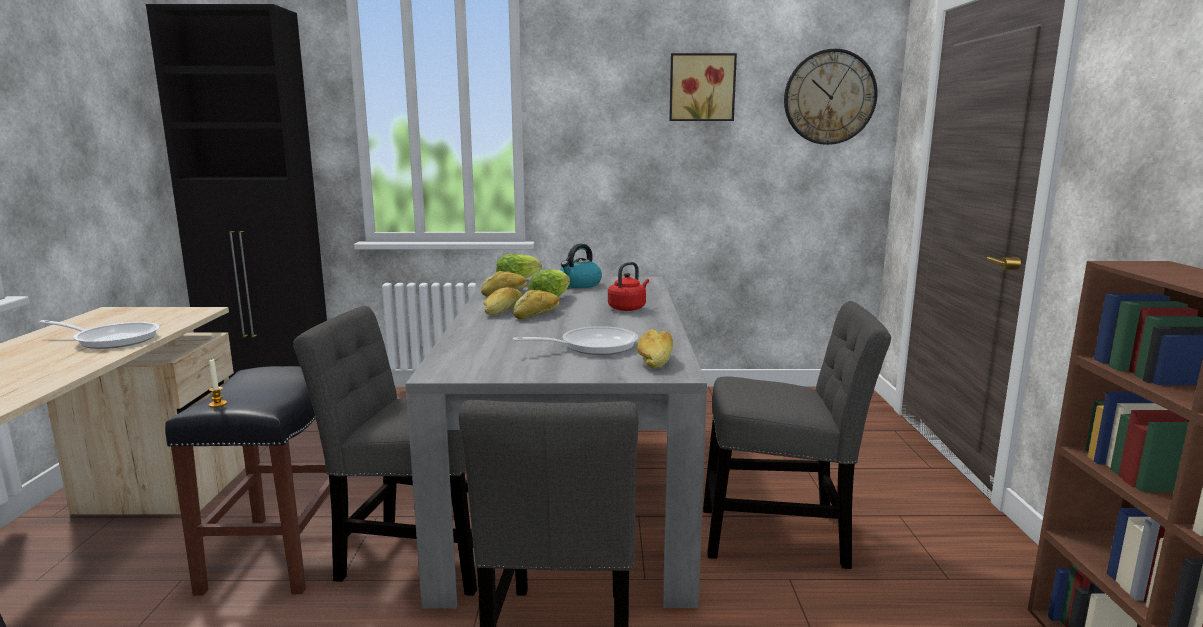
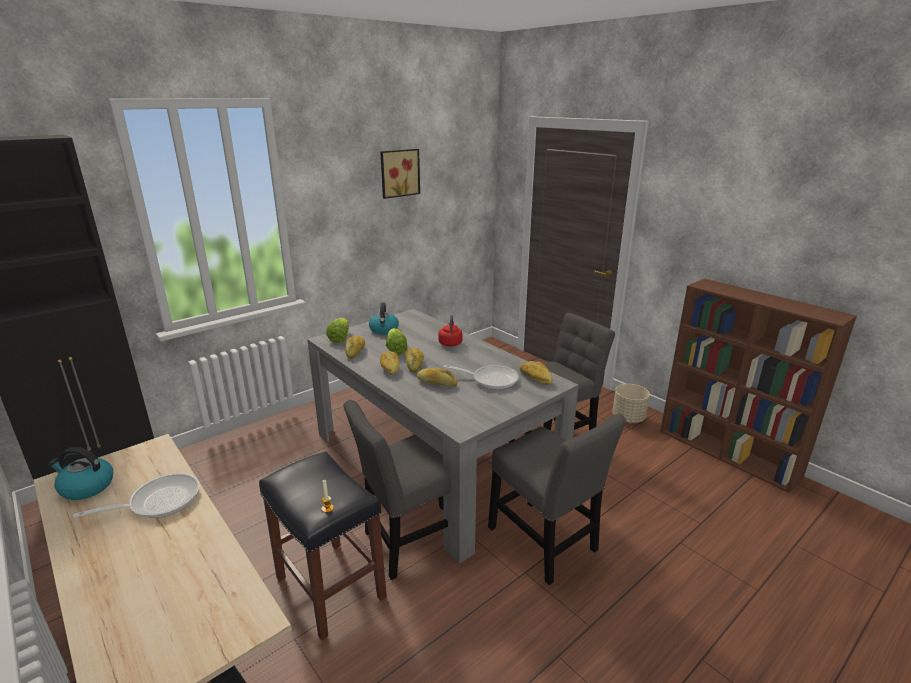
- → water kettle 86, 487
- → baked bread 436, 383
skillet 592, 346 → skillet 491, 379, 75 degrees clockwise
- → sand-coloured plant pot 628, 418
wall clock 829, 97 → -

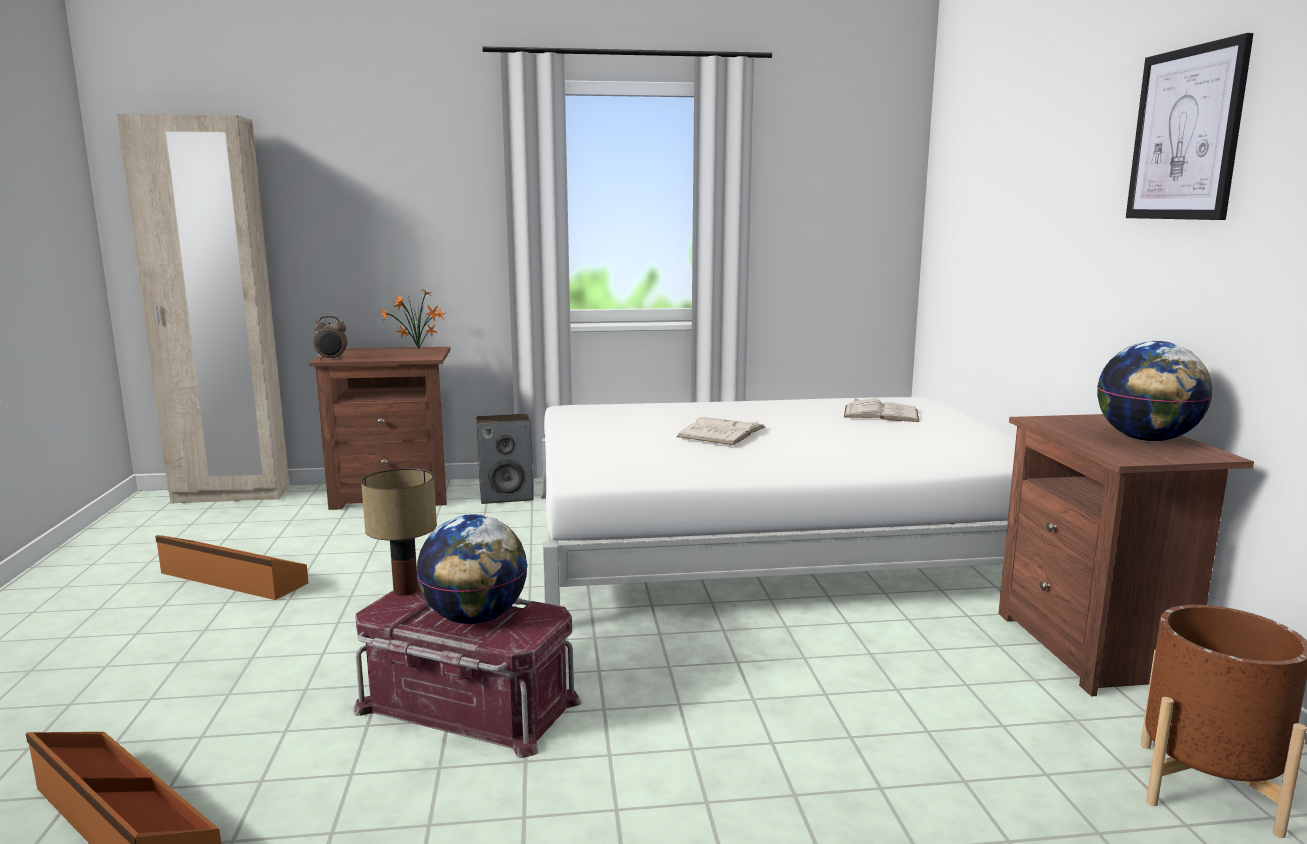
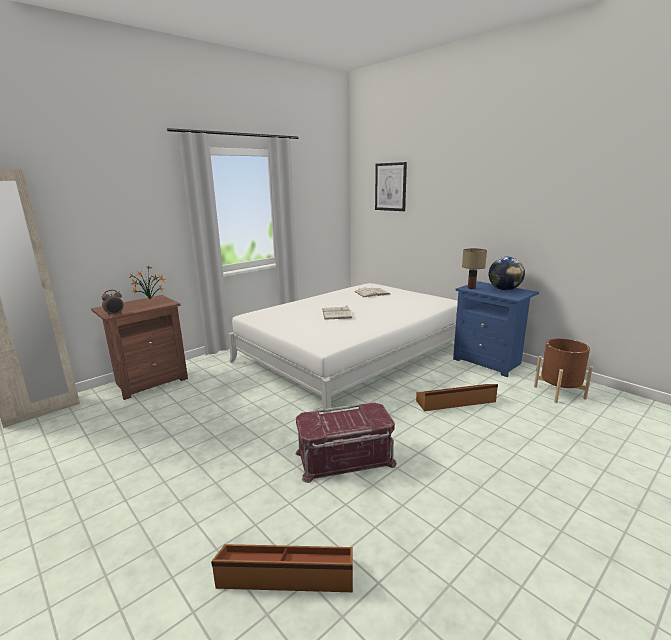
wall picture 1186, 134 → wall picture 390, 187, moved
brown-coloured storage box 231, 579 → brown-coloured storage box 456, 402, moved
brown-coloured bedside table 1095, 648 → blue-coloured bedside table 489, 362
lamp for a table 406, 590 → lamp for a table 471, 288, moved
world globe 474, 618 → -
speaker 507, 496 → -

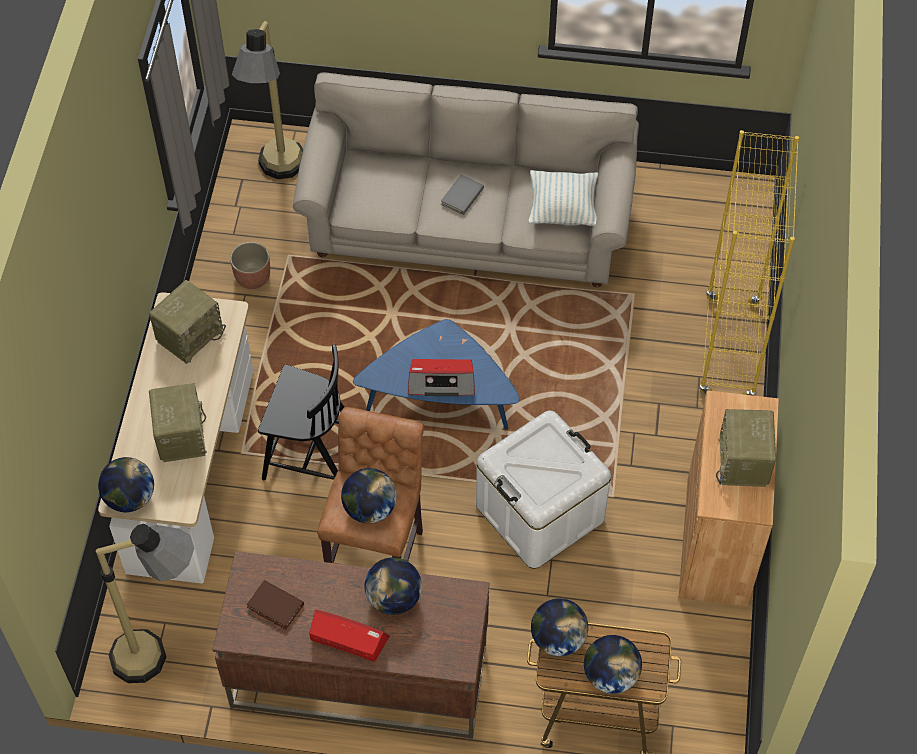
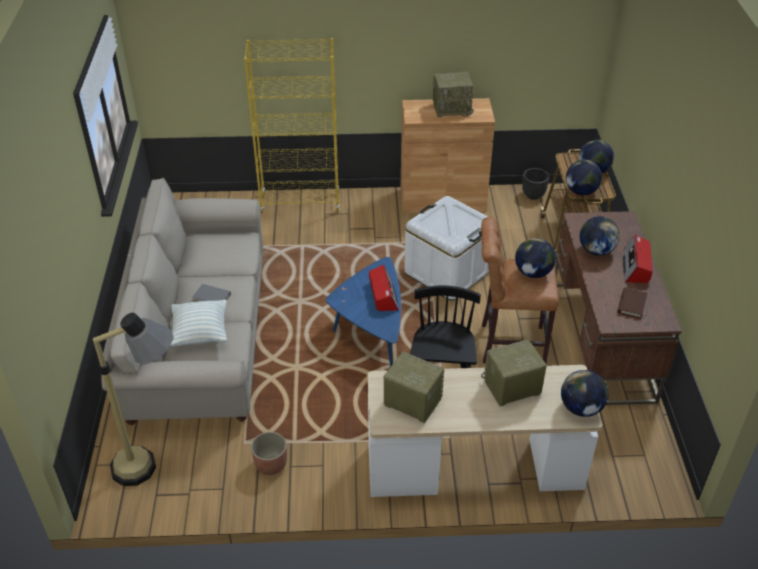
throw pillow 562, 210 → throw pillow 200, 334, moved
- → black plant pot 533, 195
floor lamp 164, 656 → -

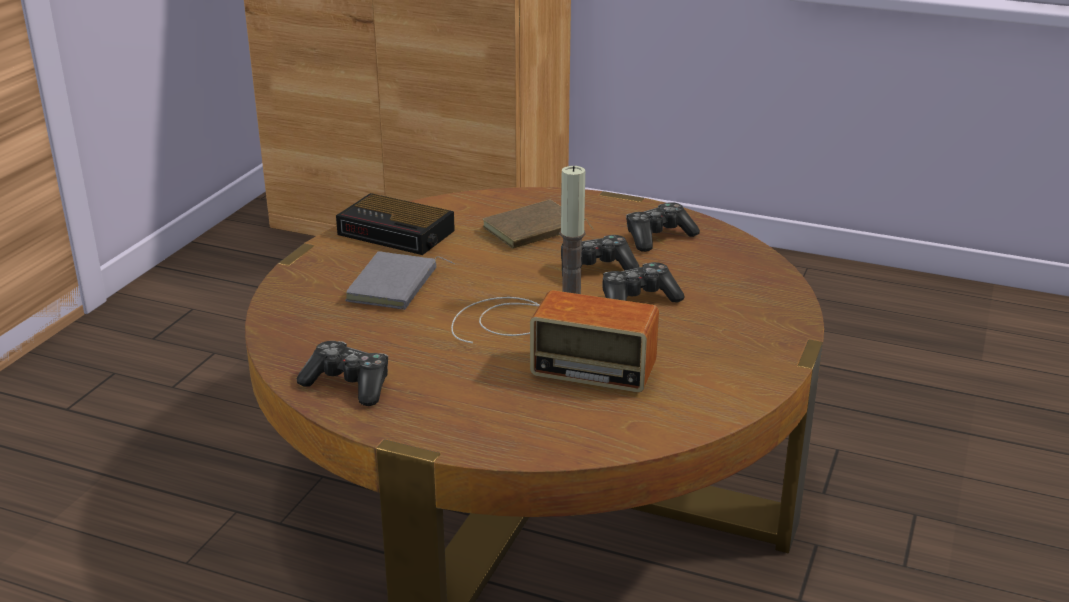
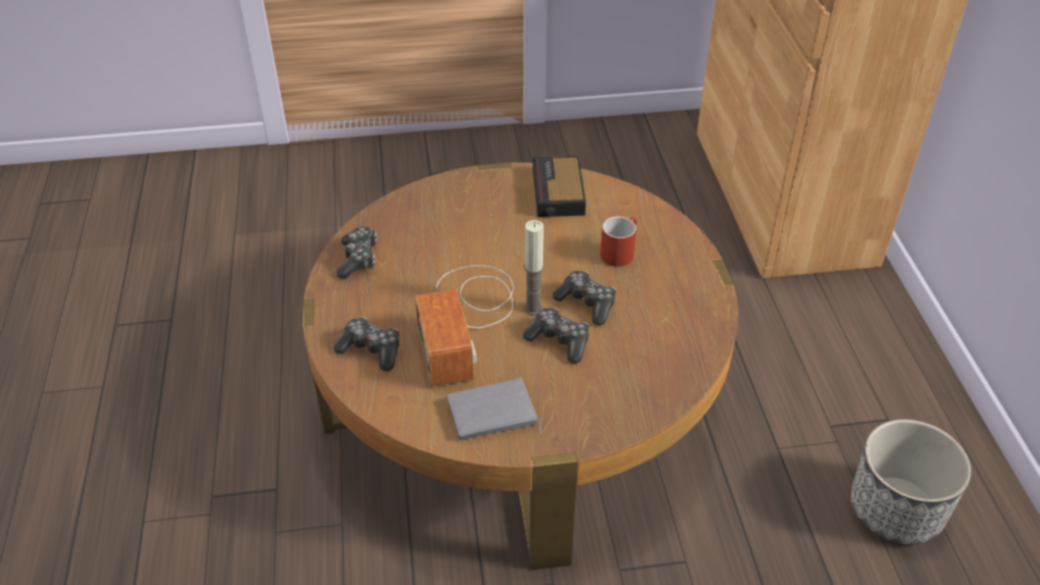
joypad 658, 237 → joypad 371, 350, moved
grey bound book 395, 286 → grey bound book 492, 415, moved
brown-coloured bound book 534, 231 → red tea mug 619, 251
- → plant pot 896, 509

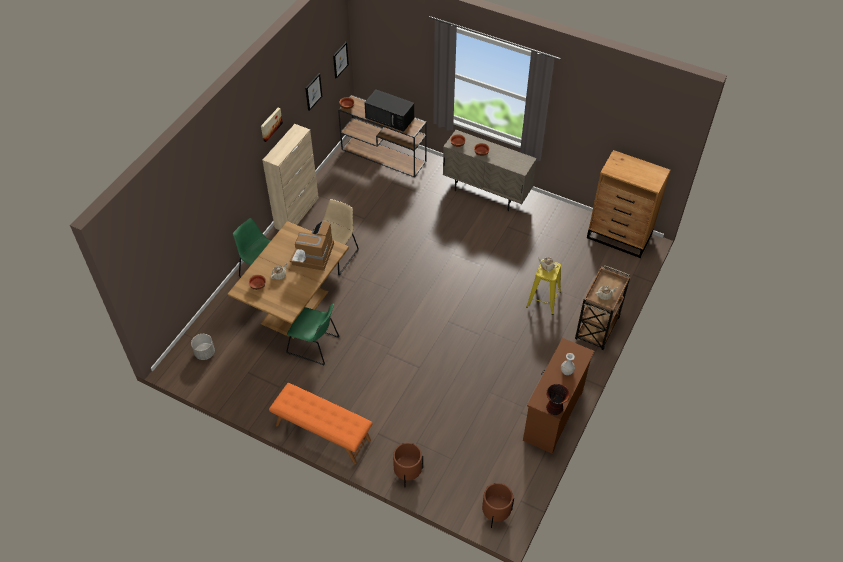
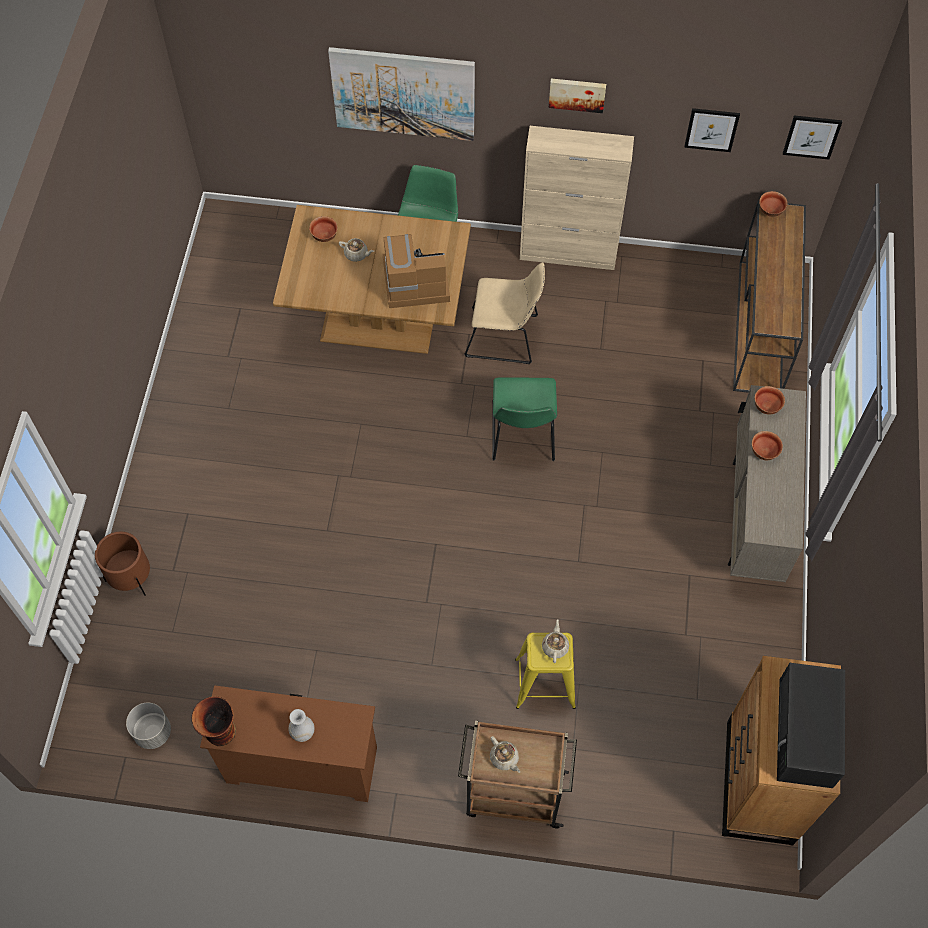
grey plant pot 205, 353 → grey plant pot 153, 732, moved
- → wall picture 403, 93
green-coloured plain chair 315, 346 → green-coloured plain chair 523, 435, moved
black microwave oven 390, 118 → black microwave oven 806, 734, moved
orange indoor bench 322, 433 → -
brown-coloured plant pot 496, 513 → -

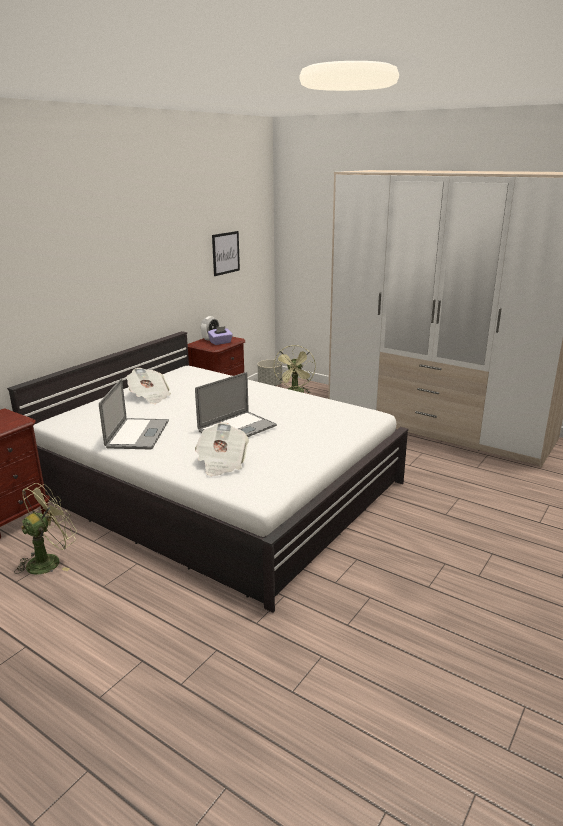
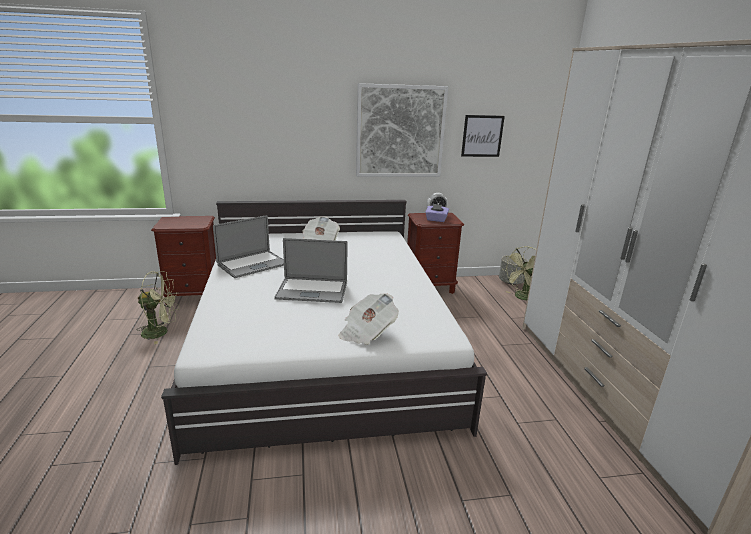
printed paper 221, 463 → printed paper 367, 332, moved
- → wall picture 400, 131

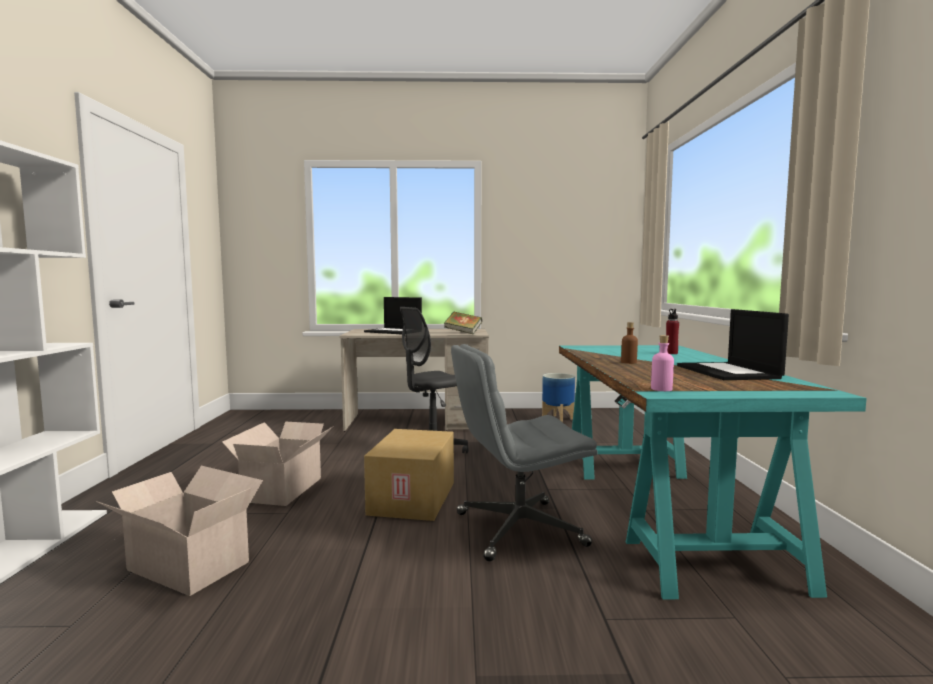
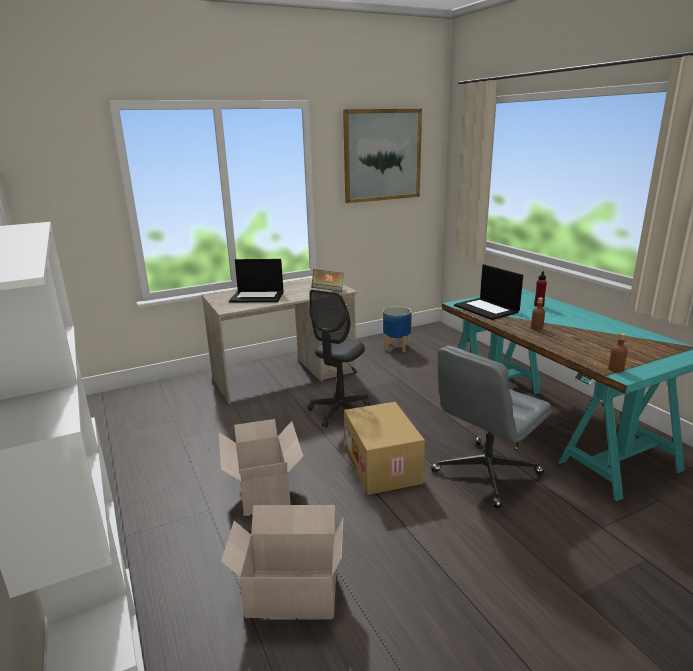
- → wall picture 382, 155
portable computer 728, 372 → portable computer 487, 309, moved
pink-coloured beverage bottle 661, 389 → brown-coloured beverage bottle 615, 369

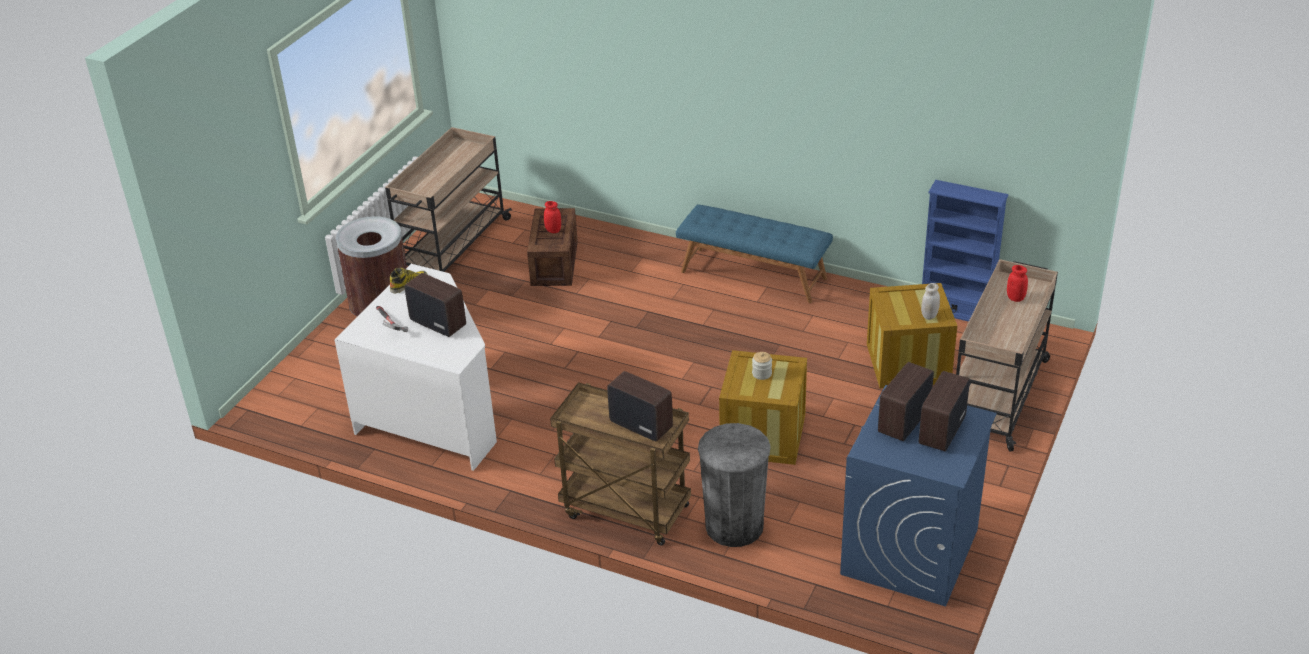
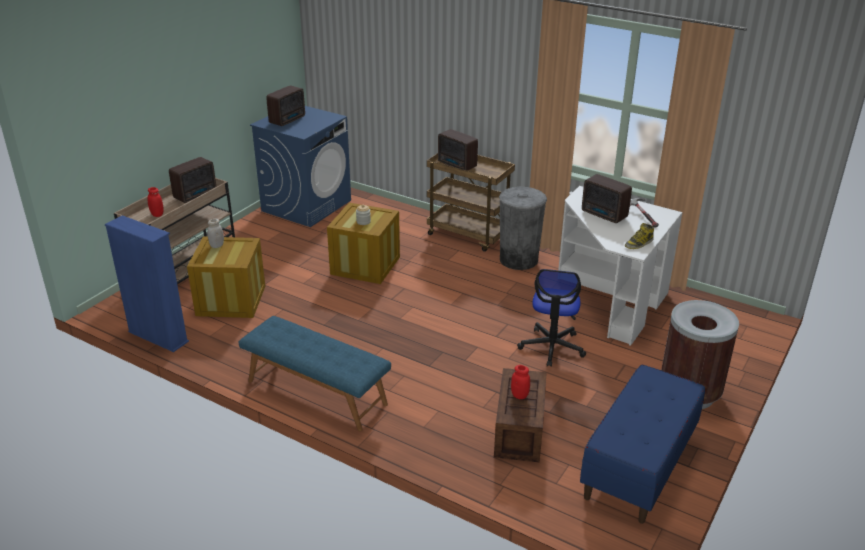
radio 902, 422 → radio 196, 195, moved
grey waste bin 734, 526 → grey waste bin 518, 259, moved
- → desk chair 552, 347
sand-coloured trolley 452, 247 → blue-coloured indoor bench 639, 466

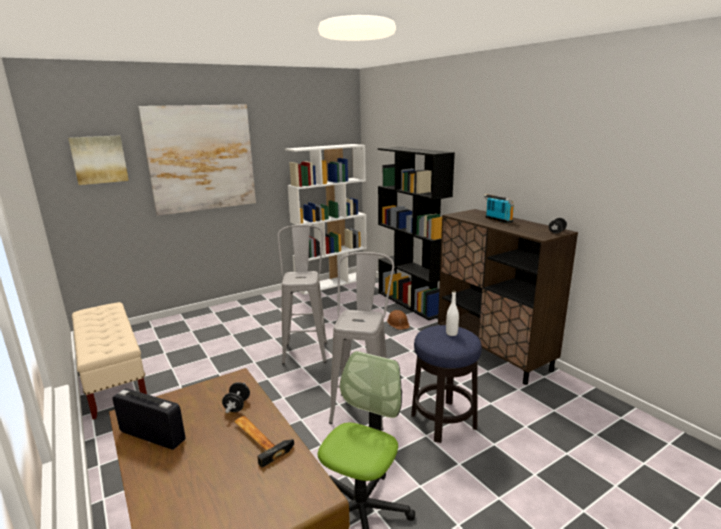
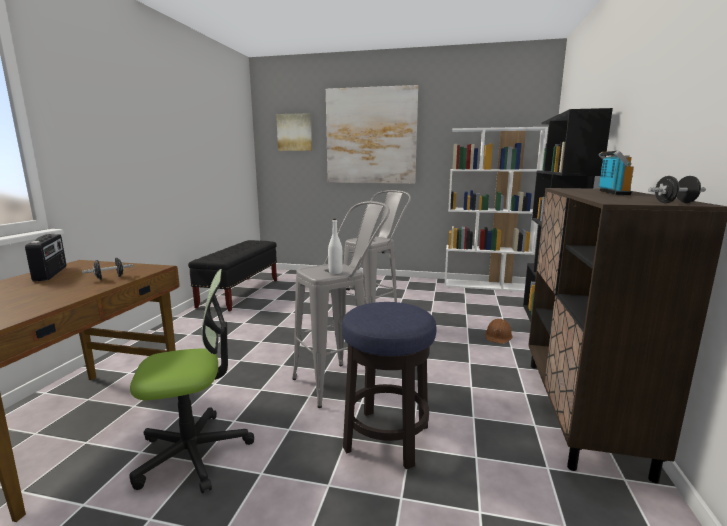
sand-coloured indoor bench 113, 379 → black indoor bench 240, 293
white-coloured beverage bottle 451, 333 → white-coloured beverage bottle 335, 272, moved
tool hammer 259, 438 → -

